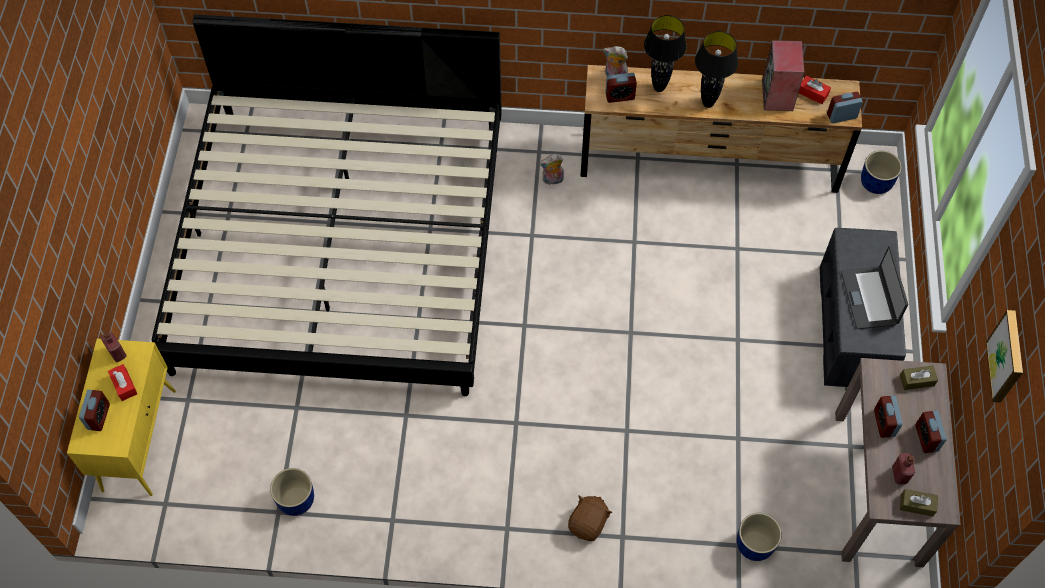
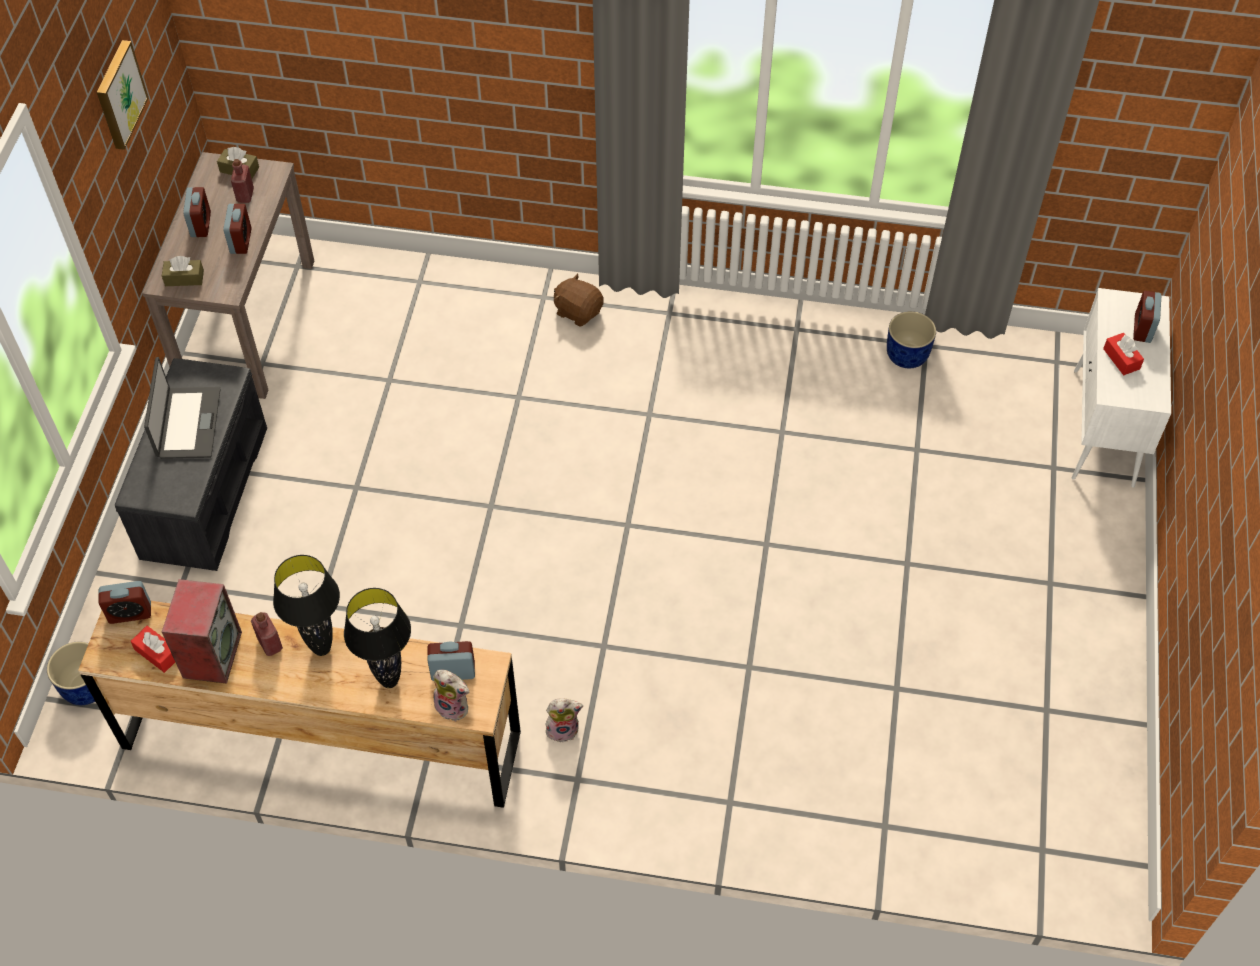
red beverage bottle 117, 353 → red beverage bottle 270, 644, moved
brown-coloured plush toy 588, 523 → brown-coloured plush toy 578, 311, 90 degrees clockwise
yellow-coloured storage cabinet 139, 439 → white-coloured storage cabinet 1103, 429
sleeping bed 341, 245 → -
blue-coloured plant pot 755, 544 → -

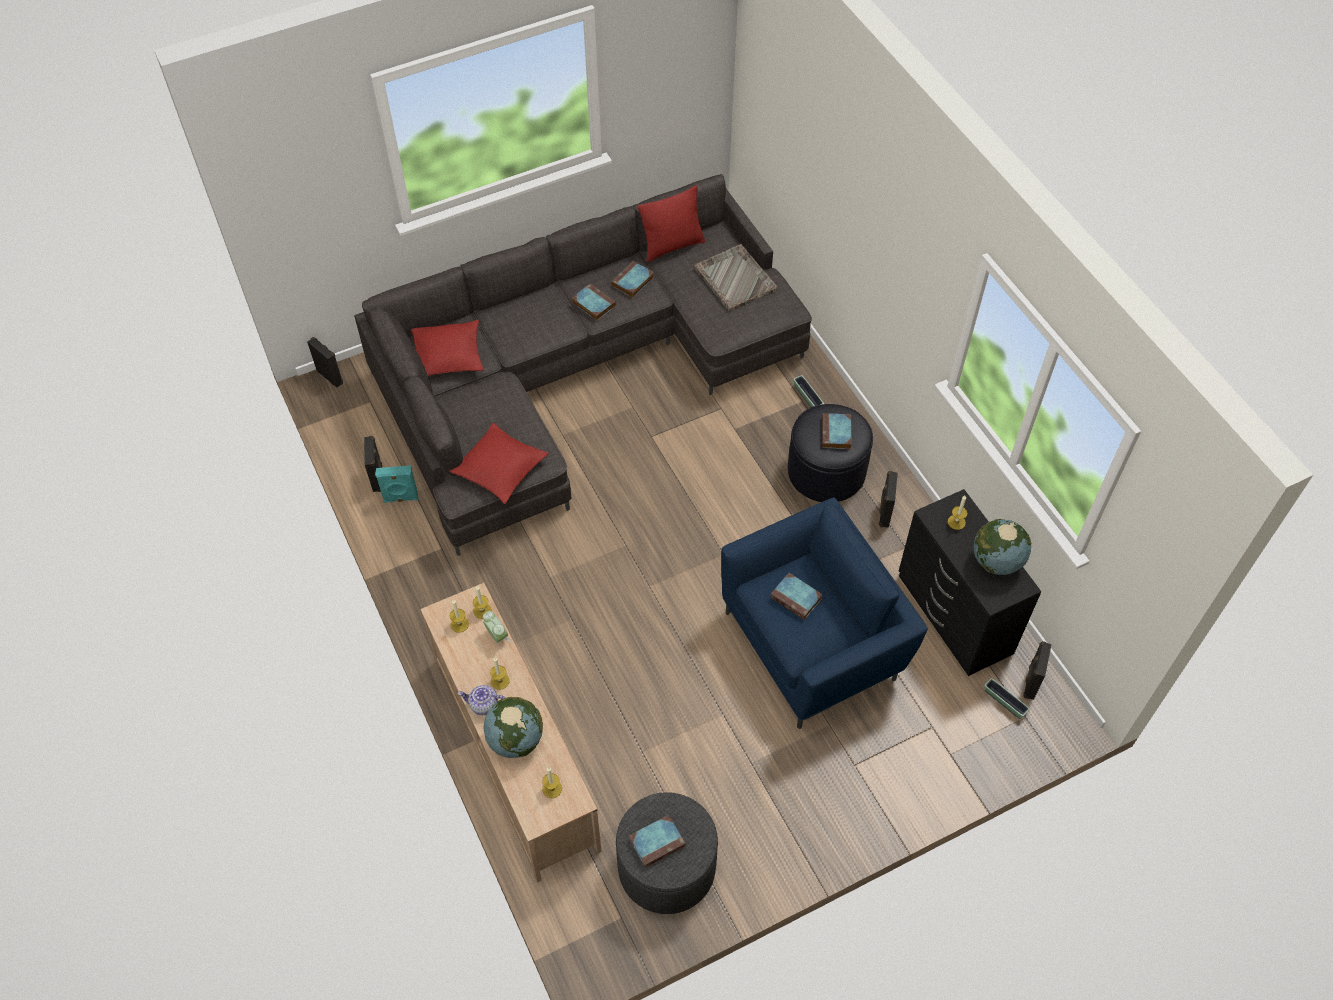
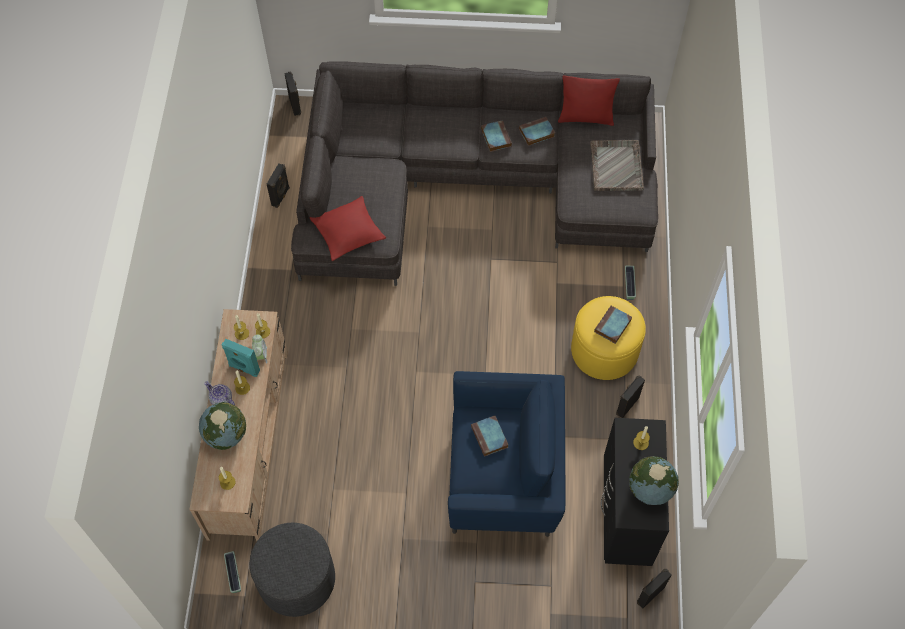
turquoise-coloured speaker 400, 498 → turquoise-coloured speaker 244, 368, moved
plant pot 1004, 702 → plant pot 234, 574, moved
black pouffe 826, 470 → yellow-coloured pouffe 604, 350
red throw pillow 448, 356 → -
bound book 658, 842 → -

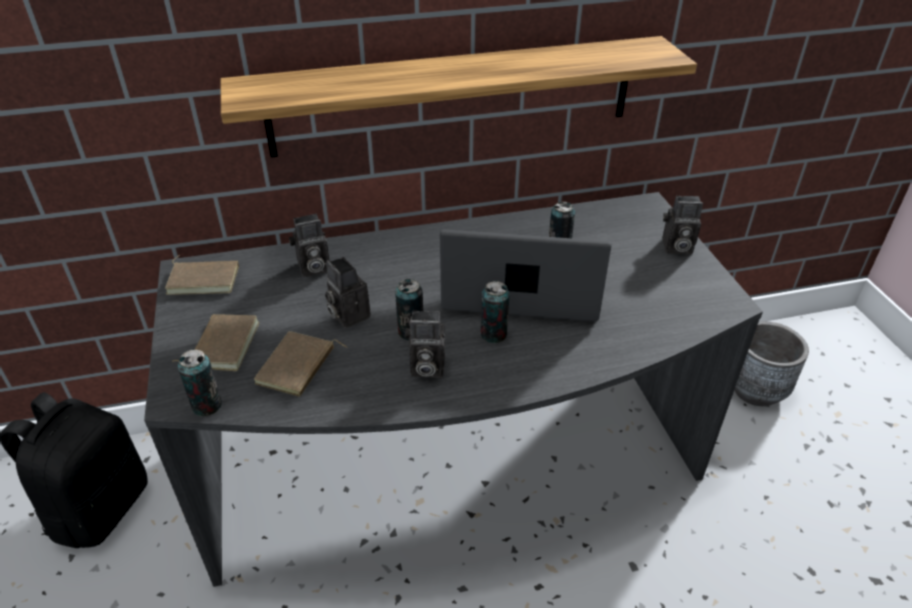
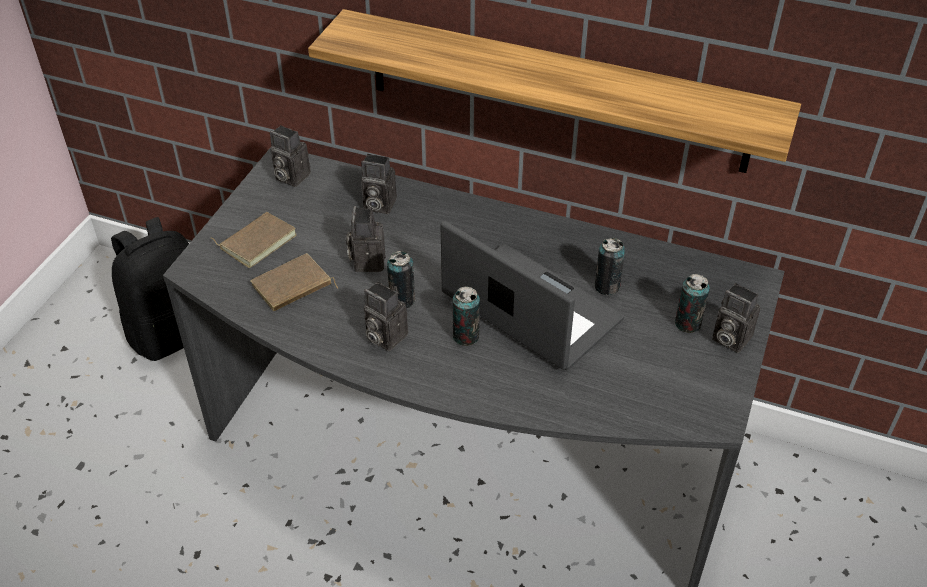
brown-coloured bound book 204, 279 → photo camera 290, 177
sealed can 207, 405 → sealed can 687, 323, moved
grey plant pot 756, 390 → -

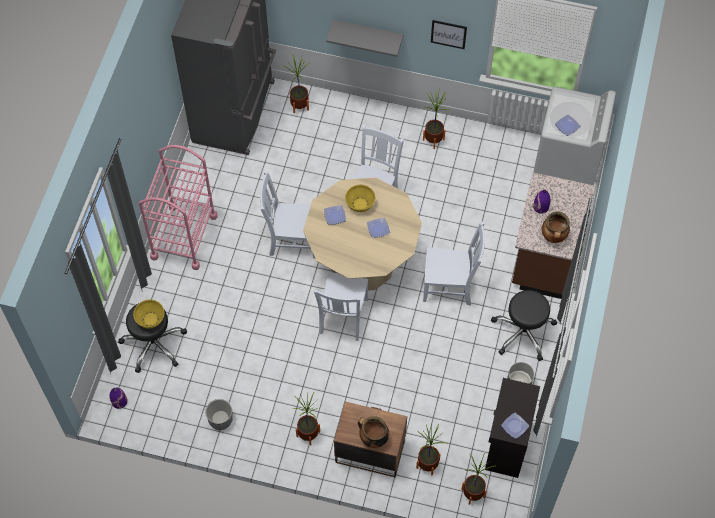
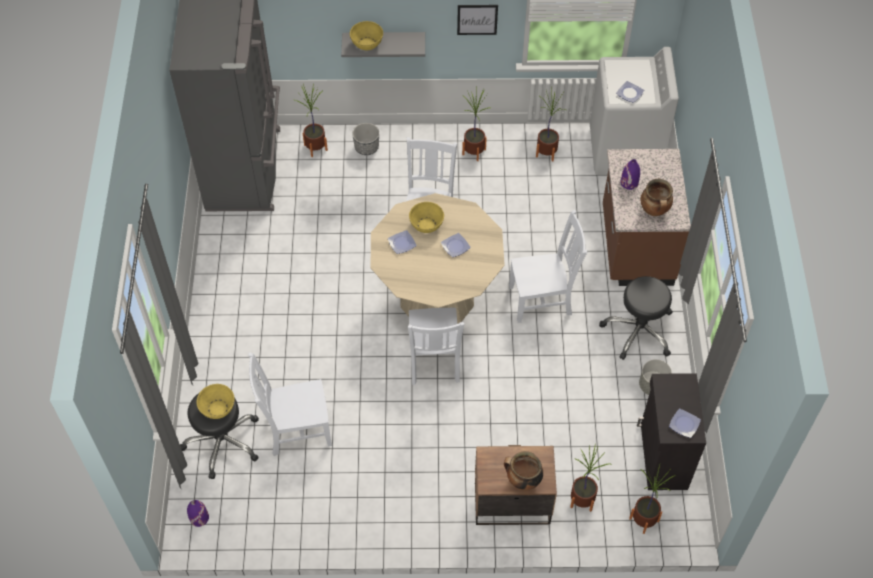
white-coloured plain chair 292, 239 → white-coloured plain chair 296, 429, moved
- → yellow-coloured deep dish 367, 44
plant pot 220, 419 → plant pot 366, 147, moved
houseplant 308, 434 → houseplant 546, 152, moved
pink-coloured trolley 184, 236 → -

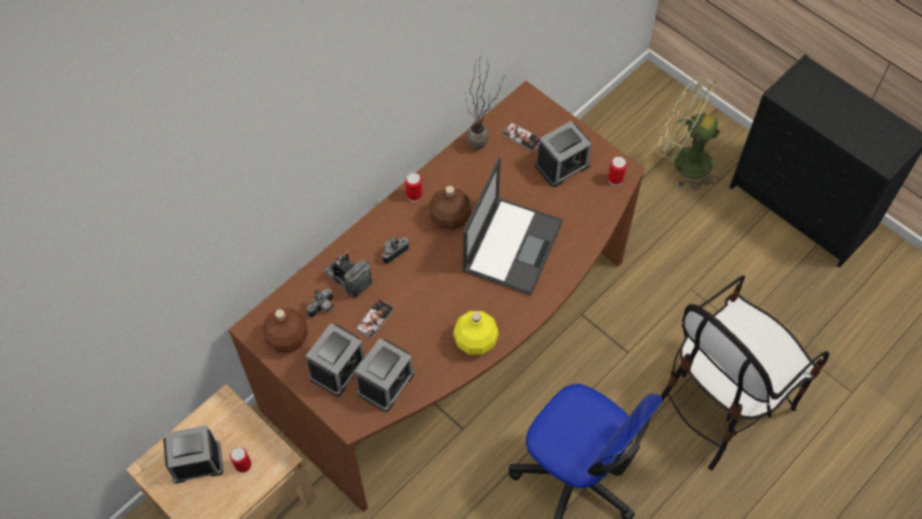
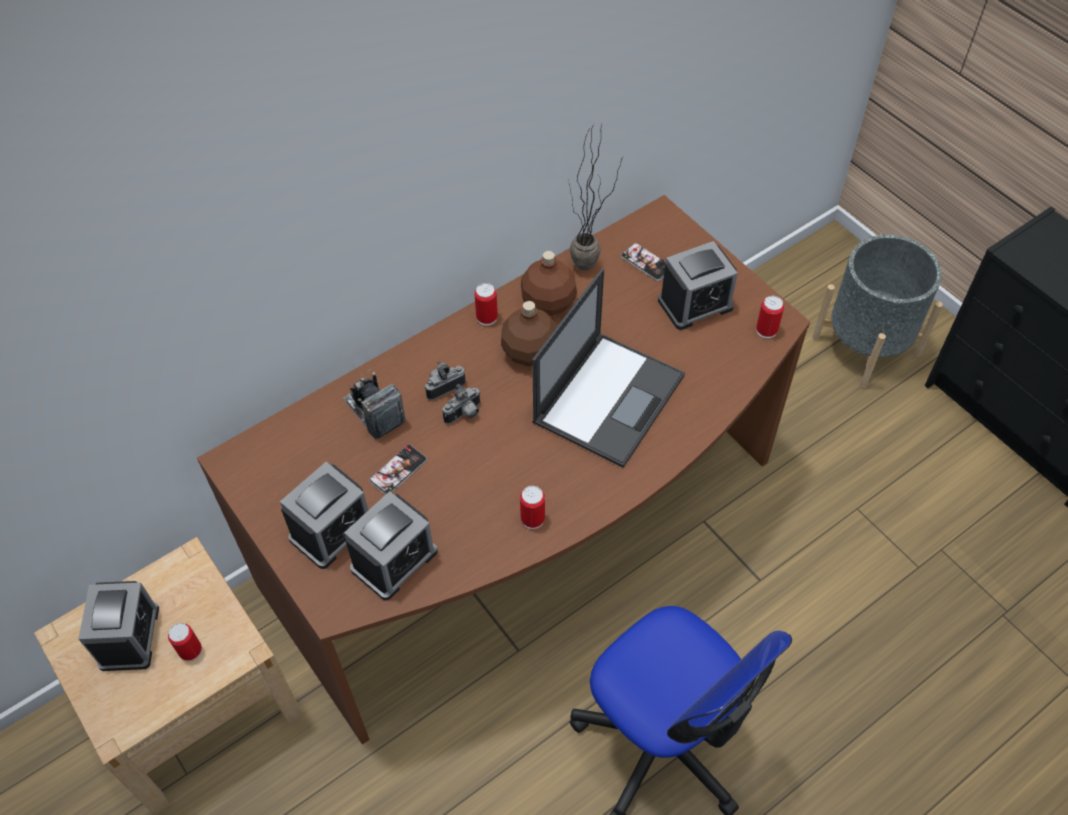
bedside clock 196, 462 → bedside clock 129, 637, 90 degrees clockwise
photo camera 323, 308 → photo camera 465, 414, moved
yellow-coloured beverage bottle 475, 340 → sealed can 532, 519
brown-coloured beverage bottle 286, 338 → brown-coloured beverage bottle 547, 302, moved
green-coloured cooling fan 683, 161 → grey plant pot 866, 346
plain chair 720, 402 → -

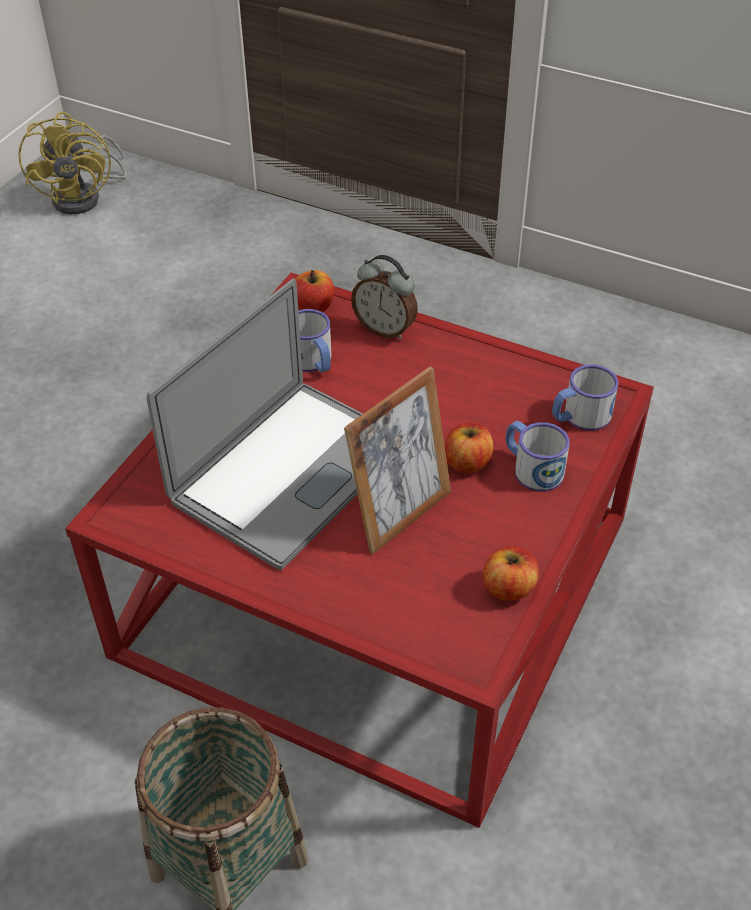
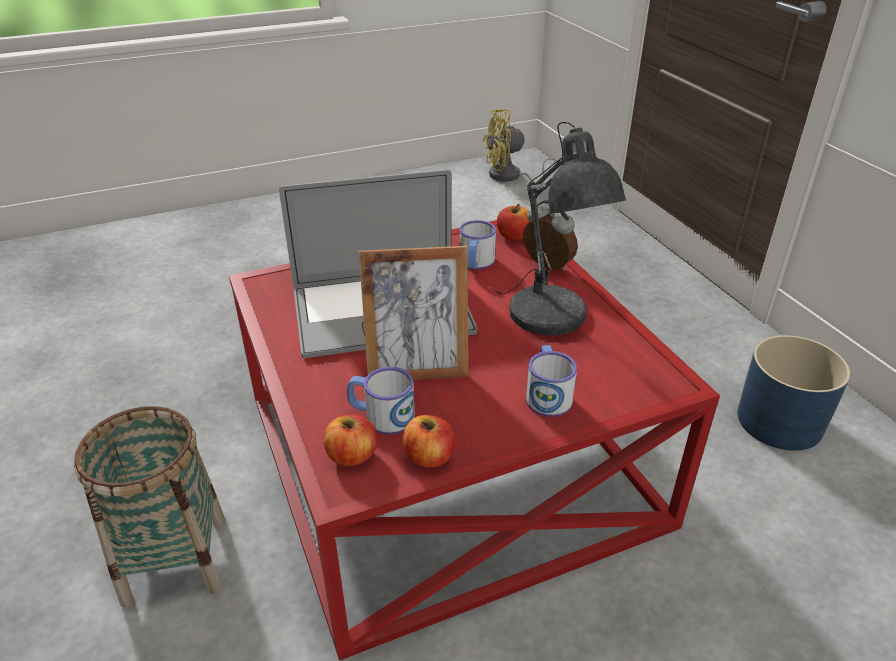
apple fruit 467, 462 → apple fruit 352, 455, moved
tea mug 580, 417 → tea mug 381, 416, moved
yellow-coloured cooling fan 85, 197 → yellow-coloured cooling fan 511, 177, 45 degrees clockwise
- → grey lamp for a table 551, 319
bedside clock 385, 329 → bedside clock 546, 266, 150 degrees clockwise
- → blue-coloured plant pot 780, 422

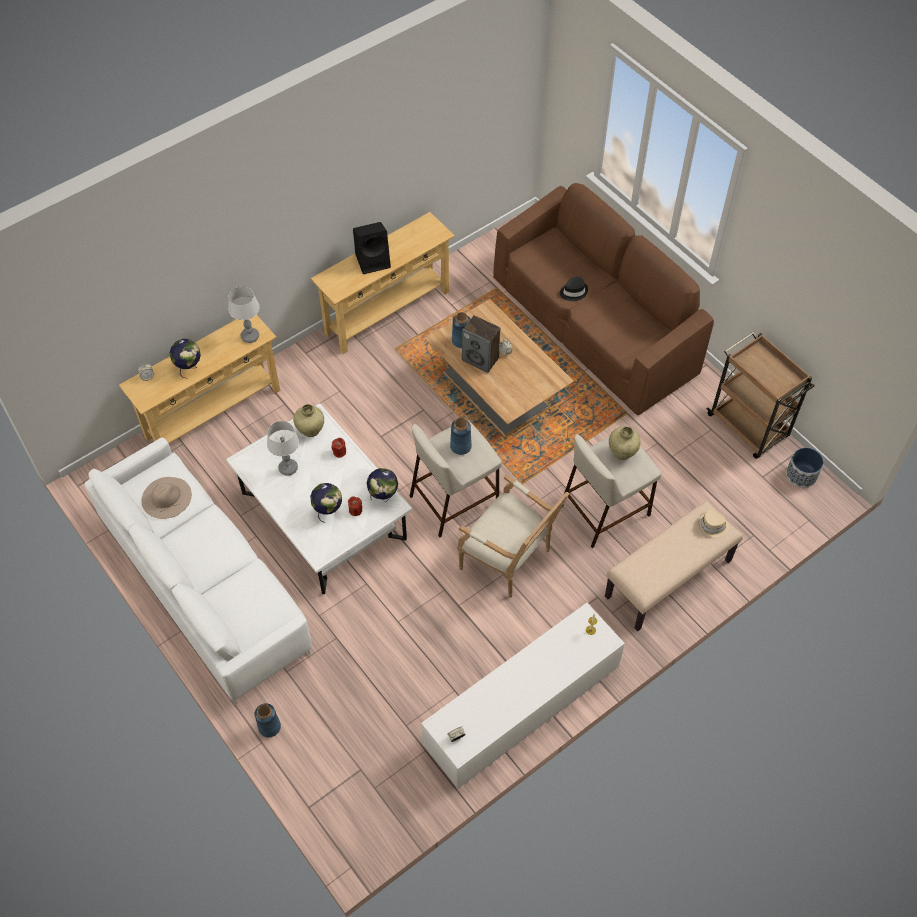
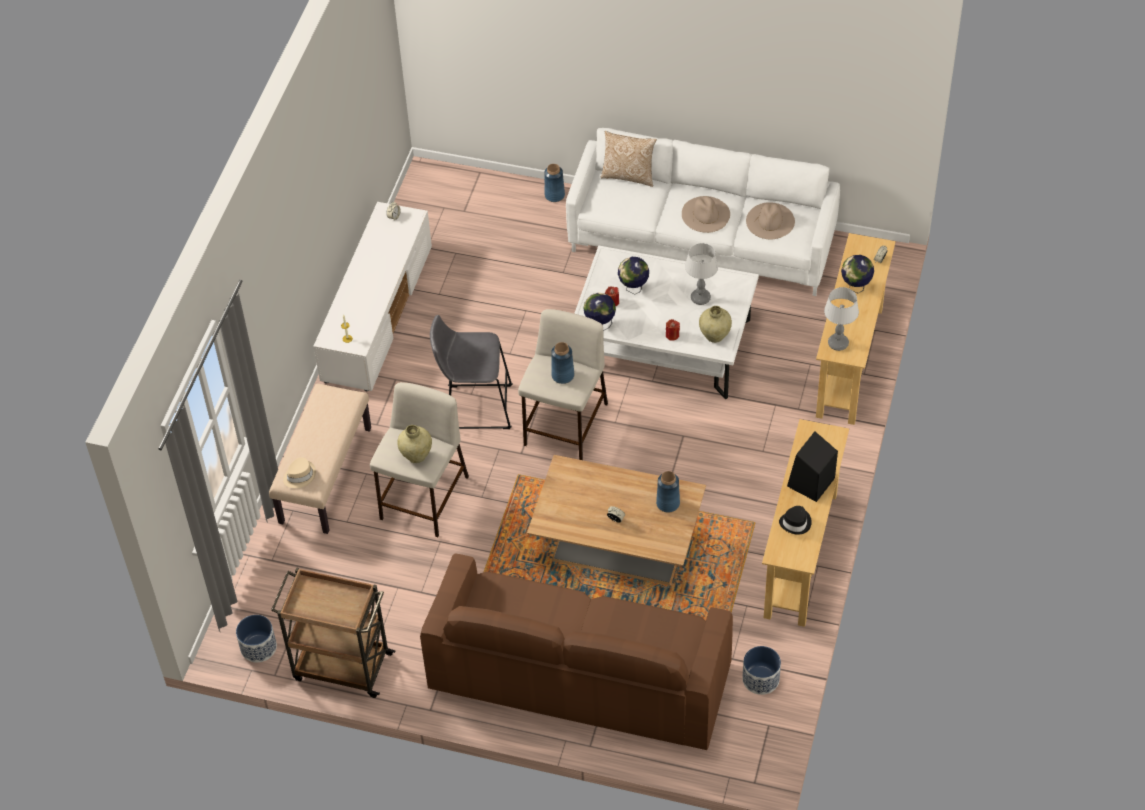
easy chair 509, 560 → grey sitting stool 475, 407
- → throw pillow 628, 176
- → sand-coloured hat 705, 214
- → plant pot 760, 679
black hat 573, 291 → black hat 796, 523, moved
speaker 481, 359 → -

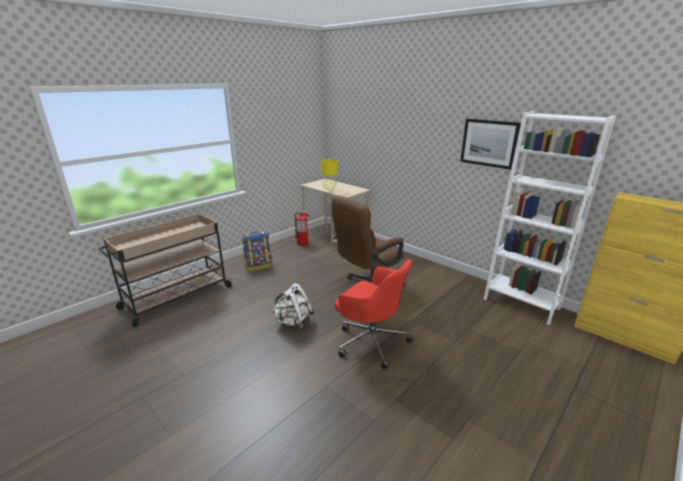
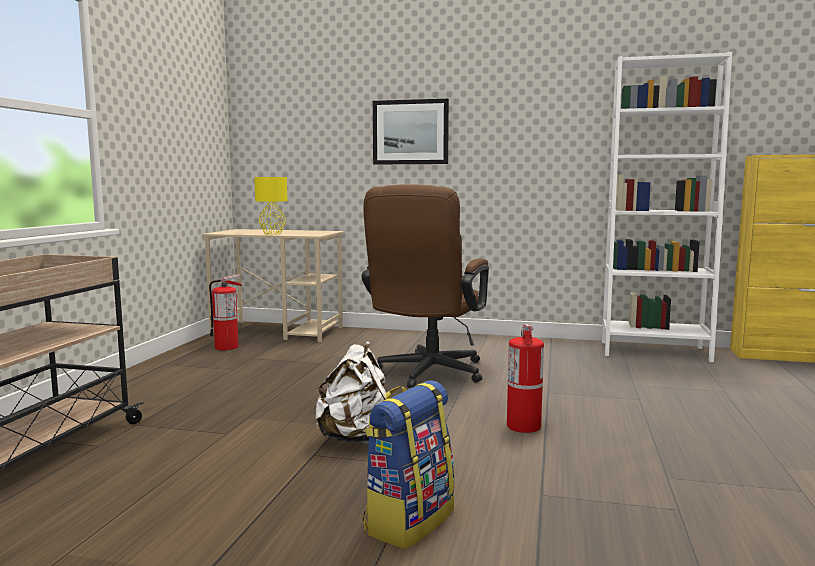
rucksack 258, 266 → rucksack 408, 520, moved
wall picture 489, 143 → wall picture 410, 132, moved
red desk chair 371, 340 → extinguisher 524, 426

